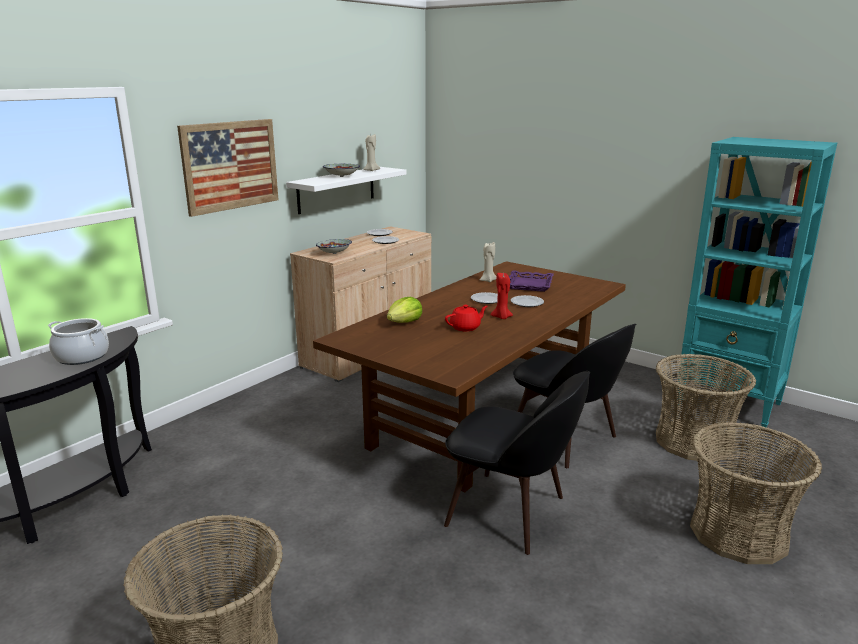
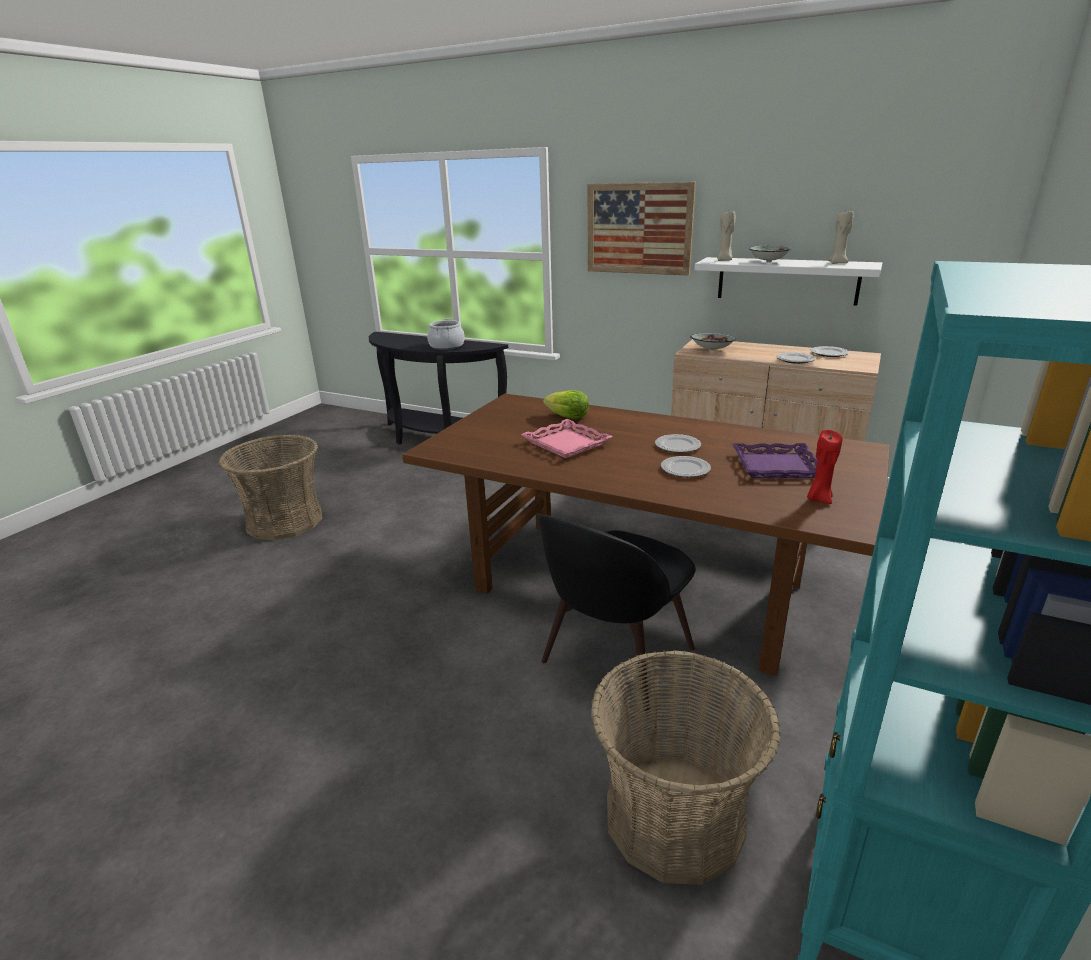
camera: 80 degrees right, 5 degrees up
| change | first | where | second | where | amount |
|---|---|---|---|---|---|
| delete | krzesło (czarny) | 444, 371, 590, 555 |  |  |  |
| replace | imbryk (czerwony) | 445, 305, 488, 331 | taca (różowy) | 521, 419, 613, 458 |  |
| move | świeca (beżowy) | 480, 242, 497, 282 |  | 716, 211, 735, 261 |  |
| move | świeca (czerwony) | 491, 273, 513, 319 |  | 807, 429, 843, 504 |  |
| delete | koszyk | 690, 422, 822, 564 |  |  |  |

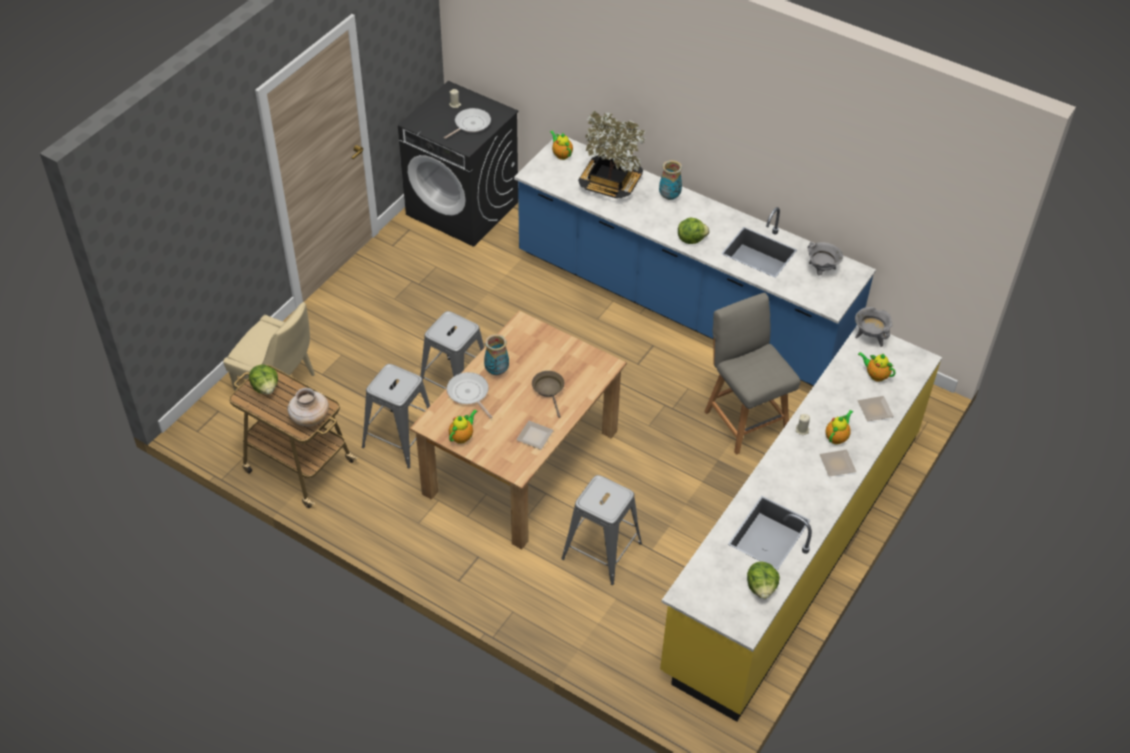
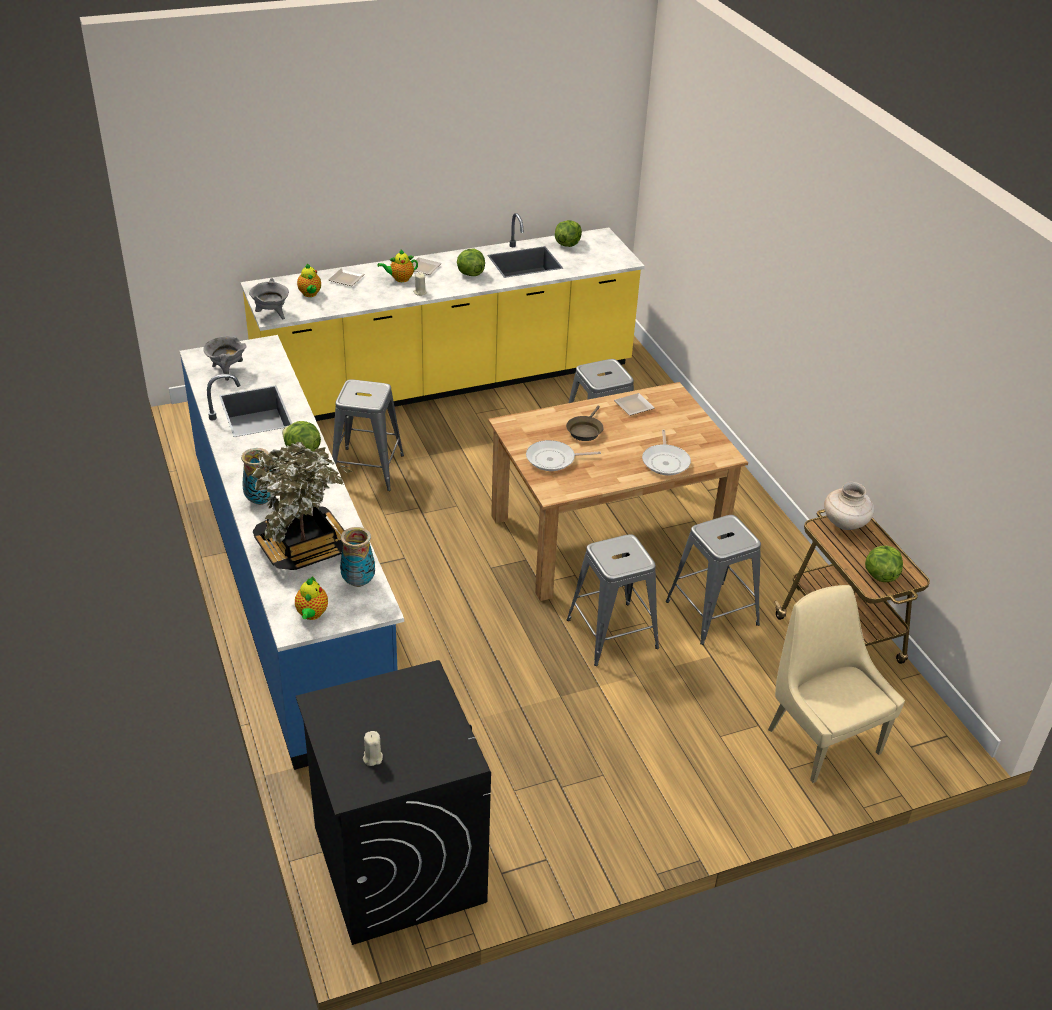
camera: 145 degrees left, 10 degrees down
| change | first | where | second | where | amount |
|---|---|---|---|---|---|
| move | patelnia | 444, 108, 491, 139 |  | 526, 440, 601, 471 |  |
| delete | imbryk | 449, 409, 477, 444 |  |  |  |
| move | wazon | 484, 334, 509, 375 |  | 340, 527, 375, 587 |  |
| replace | krzesło (szary) | 704, 293, 801, 454 | stołek (szary) | 332, 379, 404, 491 |  |
| insert |  |  | sałata | 457, 249, 485, 276 |  |

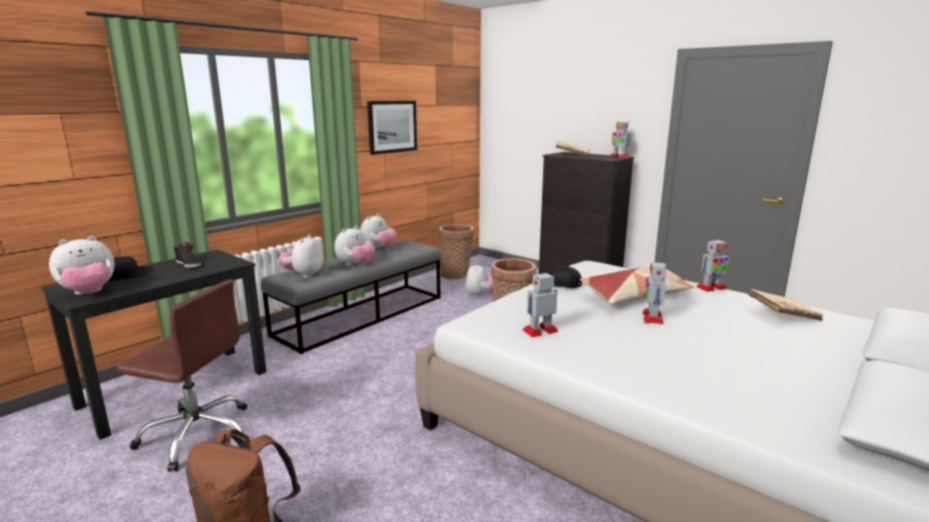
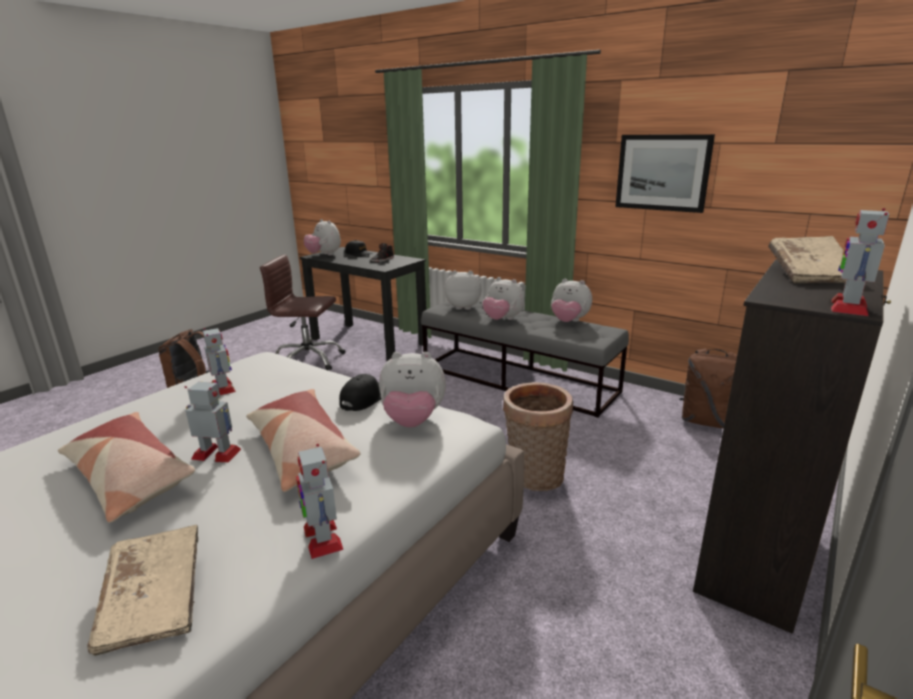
camera: 85 degrees right, 5 degrees up
| change | first | where | second | where | amount |
|---|---|---|---|---|---|
| rotate | krzesło biurowe (brązowy) | 116, 279, 249, 472 |  | 260, 254, 346, 370 | 90 degrees clockwise |
| replace | koszyk | 438, 224, 474, 279 | plecak (brązowy) | 680, 348, 737, 429 |  |
| move | pluszak | 465, 263, 493, 298 |  | 379, 352, 446, 428 |  |
| insert |  |  | poduszka | 58, 412, 195, 523 |  |

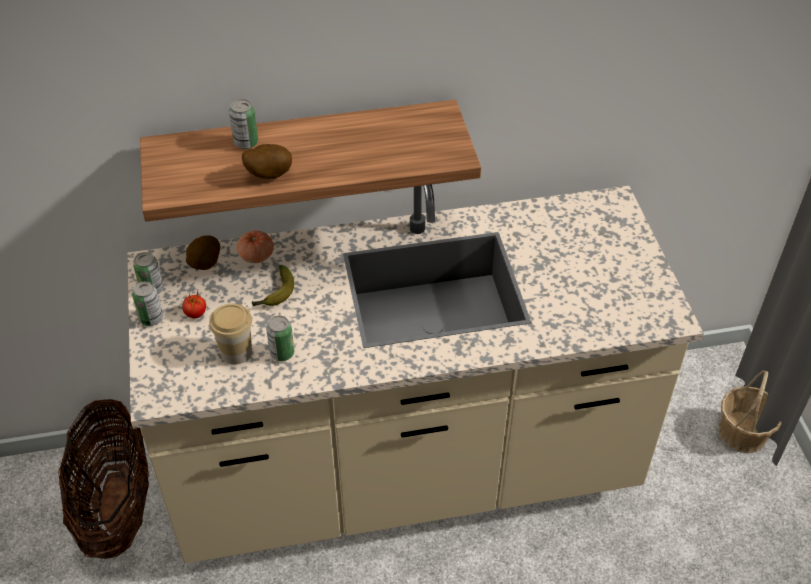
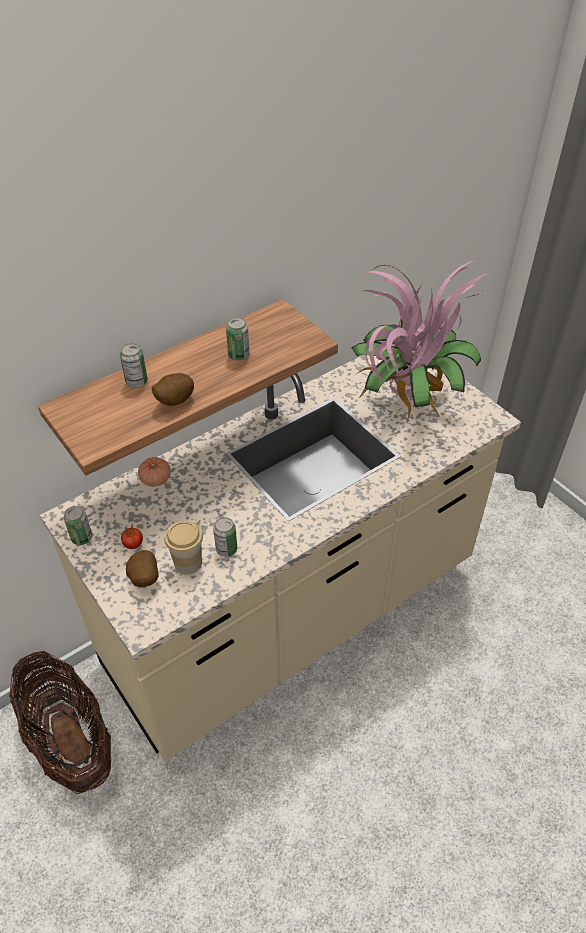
camera: 25 degrees left, 0 degrees up
| change | first | where | second | where | amount |
|---|---|---|---|---|---|
| move | puszka | 132, 281, 163, 326 |  | 226, 317, 250, 361 |  |
| move | ziemniak | 186, 235, 220, 270 |  | 126, 550, 159, 587 |  |
| delete | banan | 252, 265, 294, 306 |  |  |  |
| delete | koszyk | 719, 370, 782, 453 |  |  |  |
| insert |  |  | roślina doniczkowa | 351, 260, 490, 421 |  |

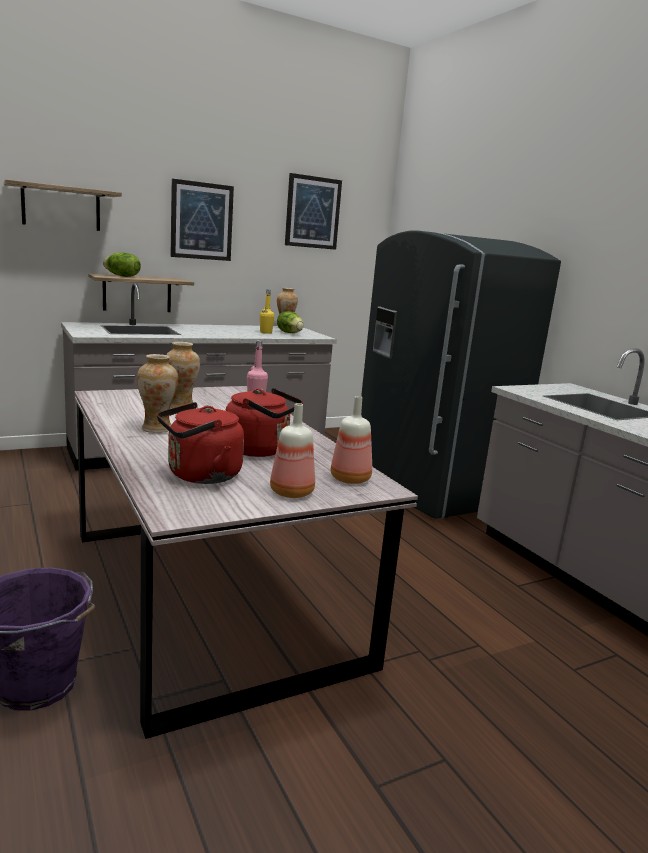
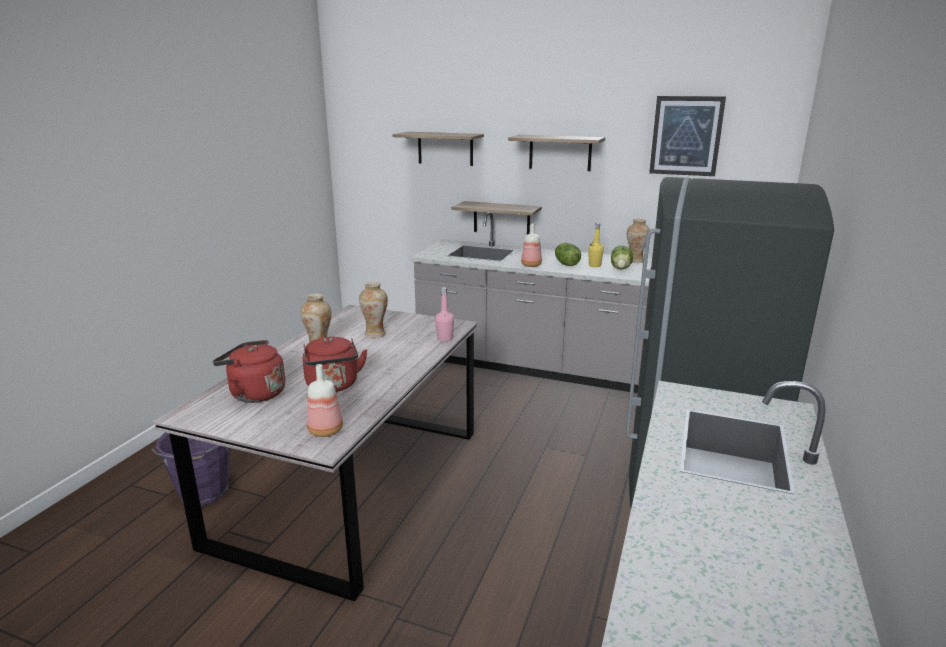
camera: 50 degrees right, 5 degrees up
| change | first | where | second | where | amount |
|---|---|---|---|---|---|
| move | sałata | 103, 252, 141, 277 |  | 555, 243, 581, 266 |  |
| replace | obraz | 170, 179, 234, 261 | półka | 508, 135, 605, 171 |  |
| move | butelka | 270, 403, 315, 498 |  | 521, 223, 542, 267 |  |

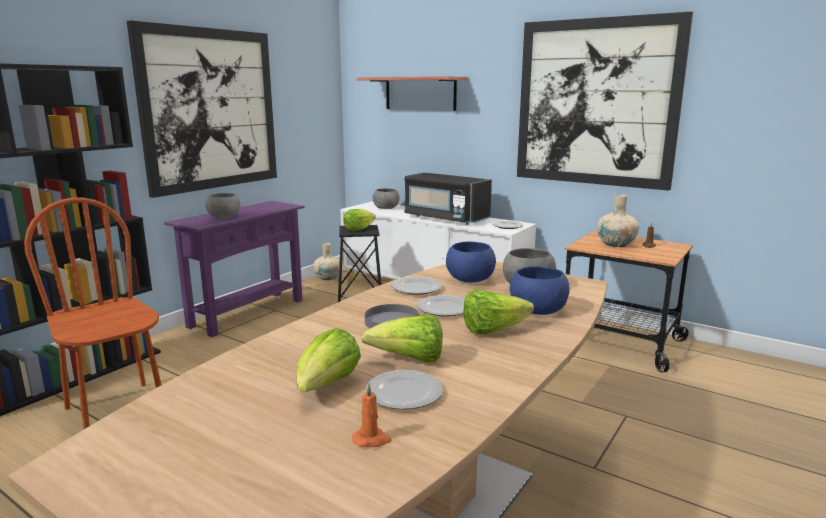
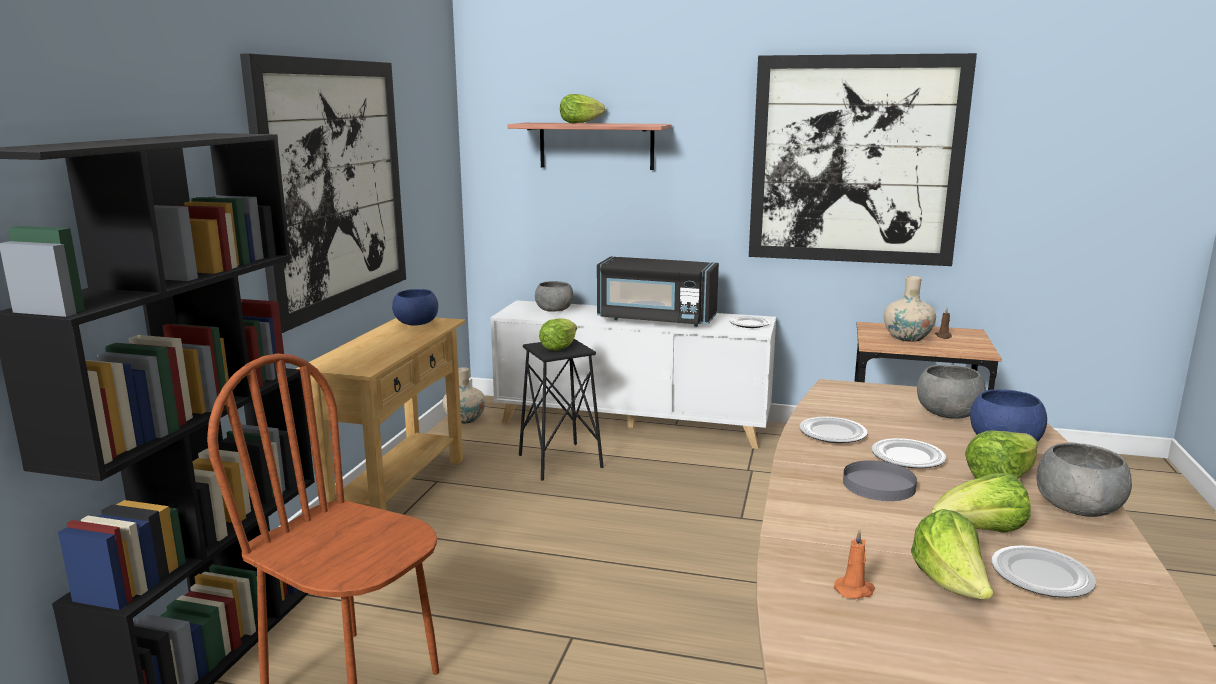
camera: 20 degrees left, 0 degrees up
| change | first | where | second | where | amount |
|---|---|---|---|---|---|
| recolor | stolik konsolowy (fioletowy) | 164, 201, 304, 337 | stolik konsolowy (beżowy) | 296, 317, 465, 510 |  |
| move | miska (szary) | 205, 193, 241, 219 |  | 1036, 443, 1132, 517 |  |
| move | świeca (pomarańczowy) | 352, 383, 392, 447 |  | 834, 529, 875, 599 |  |
| move | miska (niebieski) | 446, 241, 496, 283 |  | 392, 289, 438, 326 |  |
| insert |  |  | sałata | 560, 94, 605, 123 |  |

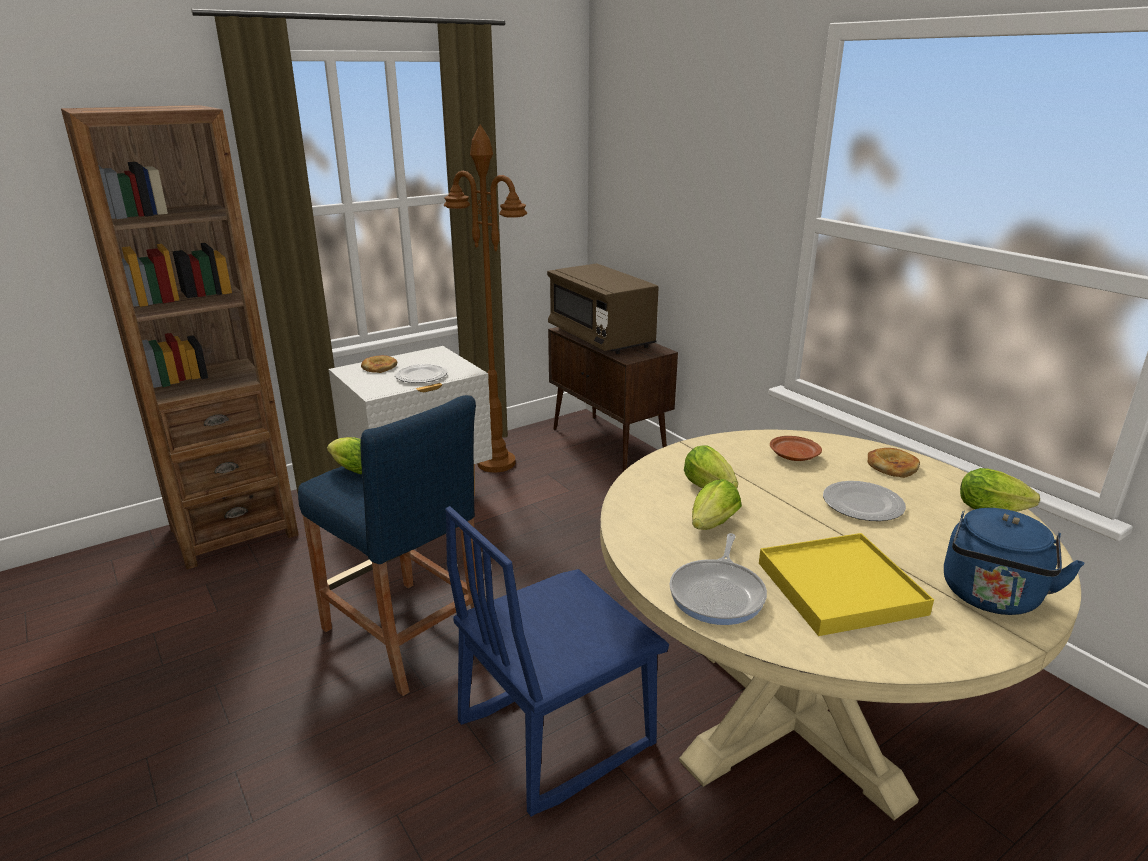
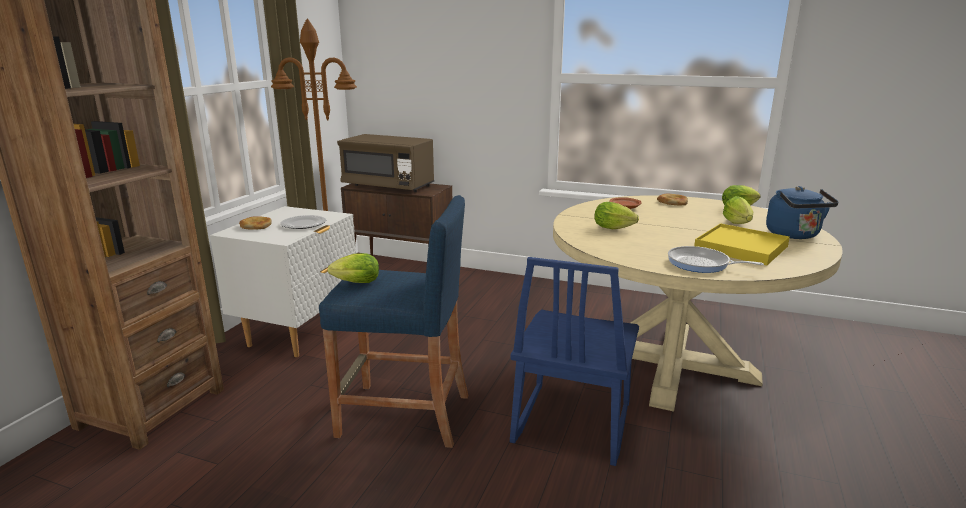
camera: 35 degrees left, 5 degrees down
| change | first | where | second | where | amount |
|---|---|---|---|---|---|
| rotate | patelnia | 669, 533, 767, 625 |  | 668, 246, 764, 273 | 135 degrees clockwise |
| move | sałata | 692, 479, 742, 530 |  | 723, 196, 753, 224 |  |
| delete | talerz | 823, 481, 906, 521 |  |  |  |

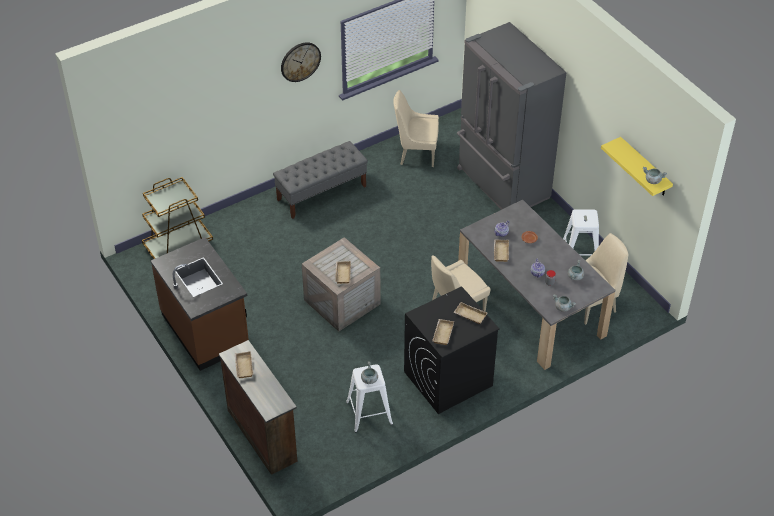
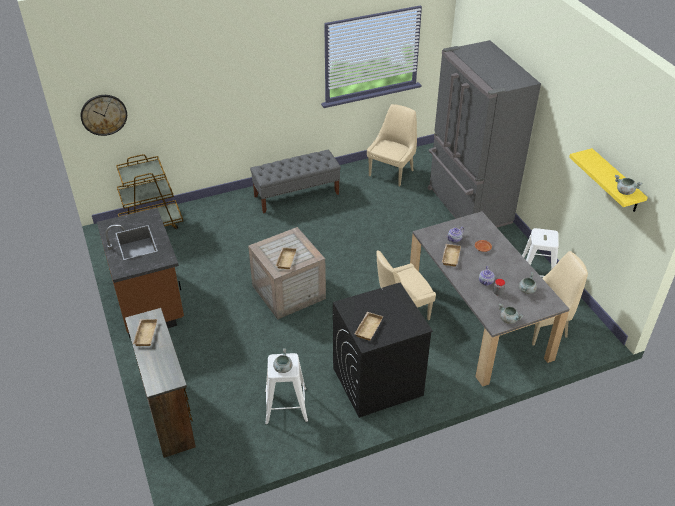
camera: 10 degrees right, 5 degrees down
| change | first | where | second | where | amount |
|---|---|---|---|---|---|
| move | zegar ścienny | 281, 43, 321, 82 |  | 81, 95, 127, 136 |  |
| rotate | krzesło (beżowy) | 393, 90, 439, 167 |  | 367, 104, 417, 186 | 105 degrees clockwise |
| delete | taca (beżowy) | 454, 302, 488, 324 |  |  |  |

